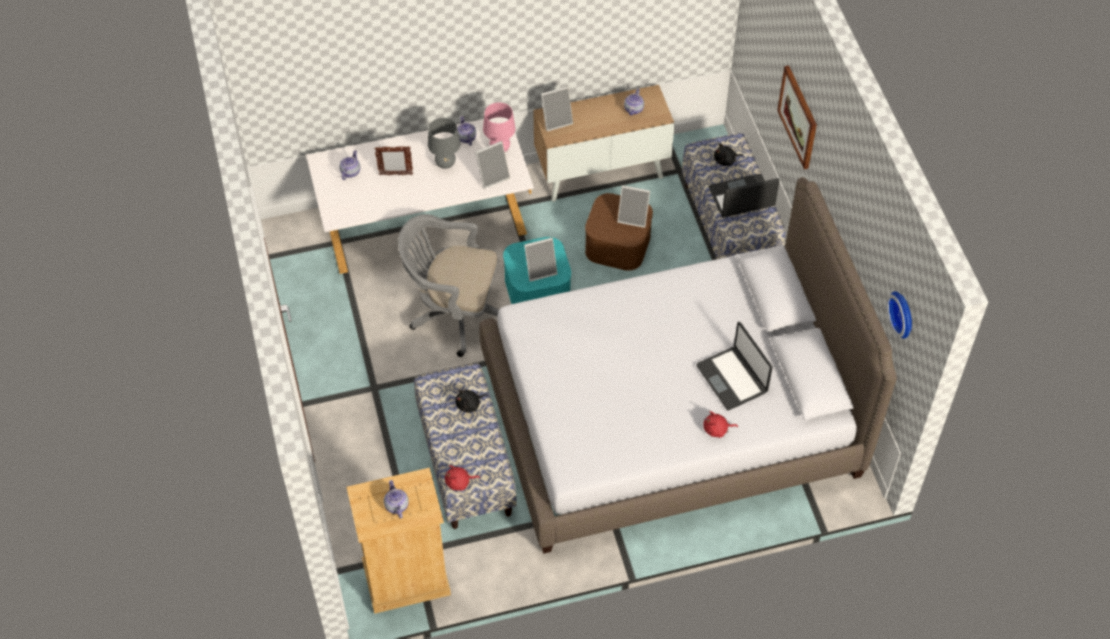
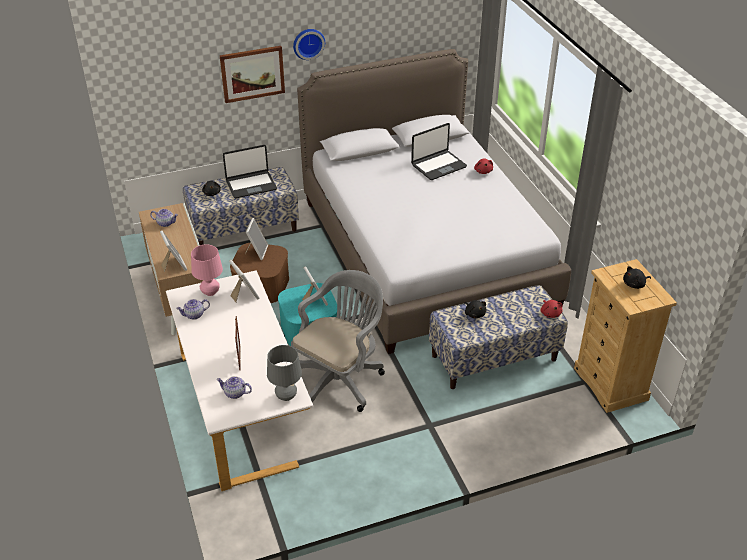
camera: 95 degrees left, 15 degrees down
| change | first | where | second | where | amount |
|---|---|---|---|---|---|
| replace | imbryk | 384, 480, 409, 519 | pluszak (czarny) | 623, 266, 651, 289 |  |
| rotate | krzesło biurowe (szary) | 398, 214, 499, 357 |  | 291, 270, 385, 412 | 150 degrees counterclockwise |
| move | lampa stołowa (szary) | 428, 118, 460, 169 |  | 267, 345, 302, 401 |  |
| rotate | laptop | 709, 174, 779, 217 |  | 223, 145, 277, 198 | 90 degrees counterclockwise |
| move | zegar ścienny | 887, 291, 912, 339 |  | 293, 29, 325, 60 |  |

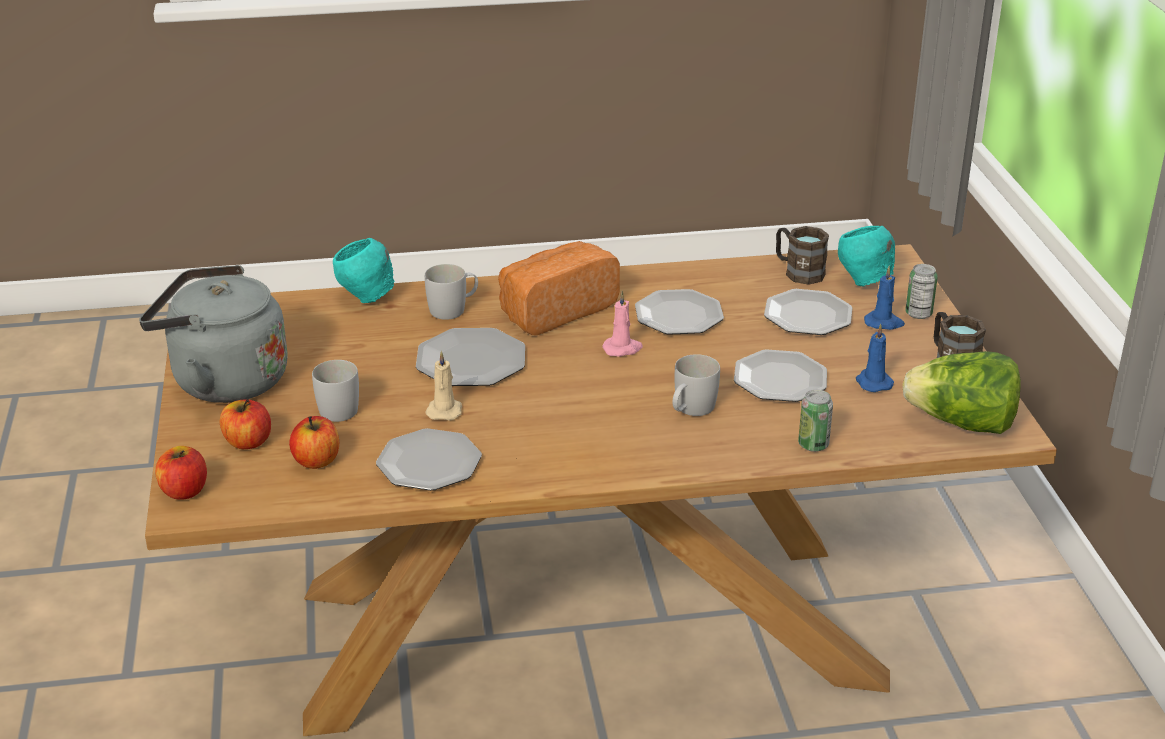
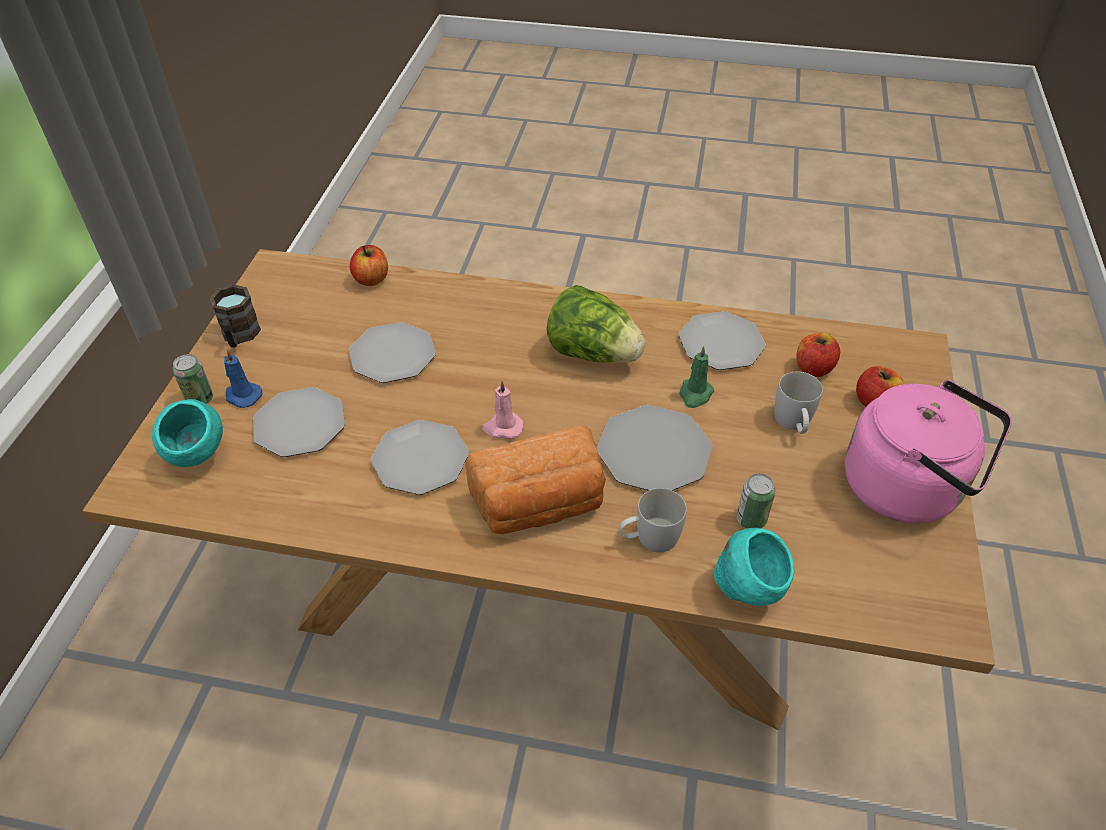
camera: 160 degrees left, 15 degrees up
| change | first | where | second | where | amount |
|---|---|---|---|---|---|
| recolor | czajnik (szary) | 139, 265, 288, 403 | czajnik (różowy) | 845, 380, 1012, 523 |  |
| move | jabłko | 155, 446, 207, 500 |  | 350, 245, 388, 286 |  |
| recolor | świeca (beżowy) | 425, 351, 462, 421 | świeca (zielony) | 679, 346, 714, 408 |  |
| delete | kubek (biały) | 673, 354, 720, 416 |  |  |  |
| delete | kubek (brązowy) | 776, 226, 829, 285 |  |  |  |
| move | puszka | 798, 390, 833, 452 |  | 736, 474, 776, 528 |  |
| delete | świeca (niebieski) | 856, 324, 894, 392 |  |  |  |
| move | sałata | 902, 351, 1021, 434 |  | 546, 285, 646, 363 |  |

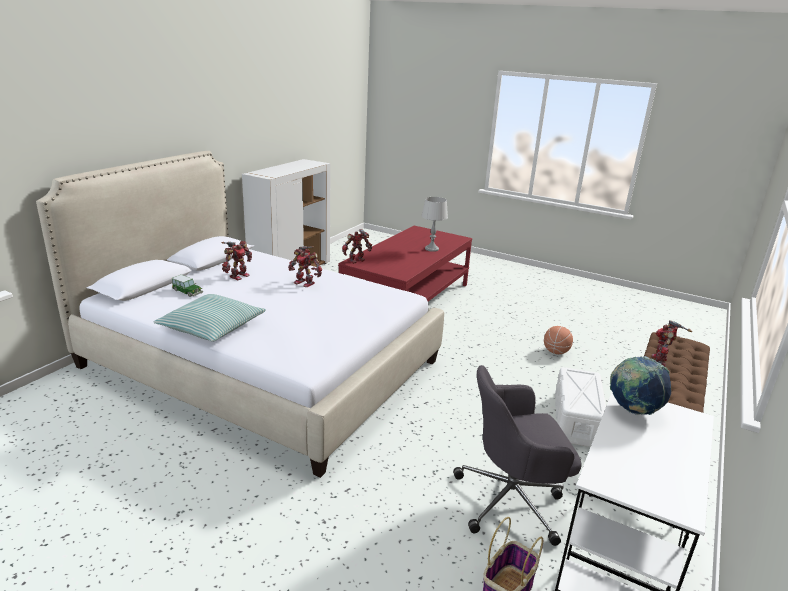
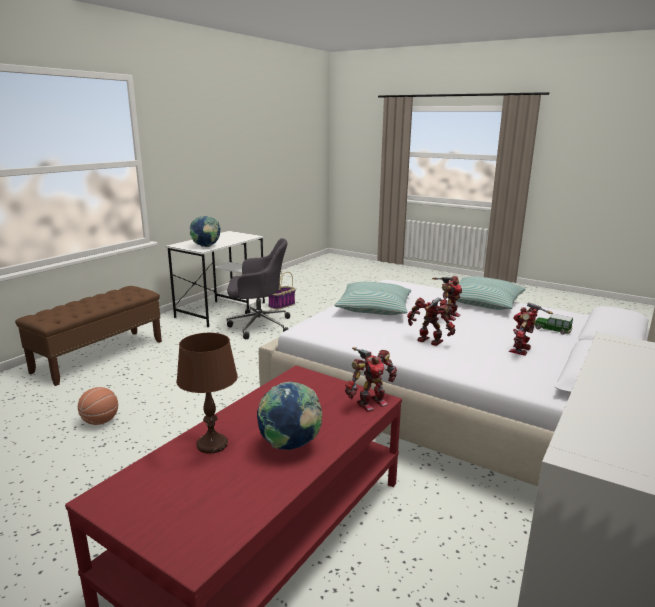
camera: 175 degrees left, 5 degrees down
| change | first | where | second | where | amount |
|---|---|---|---|---|---|
| recolor | lampa stołowa (szary) | 421, 197, 448, 252 | lampa stołowa (brązowy) | 176, 333, 238, 454 |  |
| delete | pojemnik do przechowywania (biały) | 555, 367, 606, 447 |  |  |  |
| move | robot zabawkowy | 651, 320, 692, 366 |  | 432, 276, 462, 321 |  |
| insert |  |  | globus | 257, 382, 322, 450 |  |
| insert |  |  | poduszka | 334, 282, 411, 315 |  |

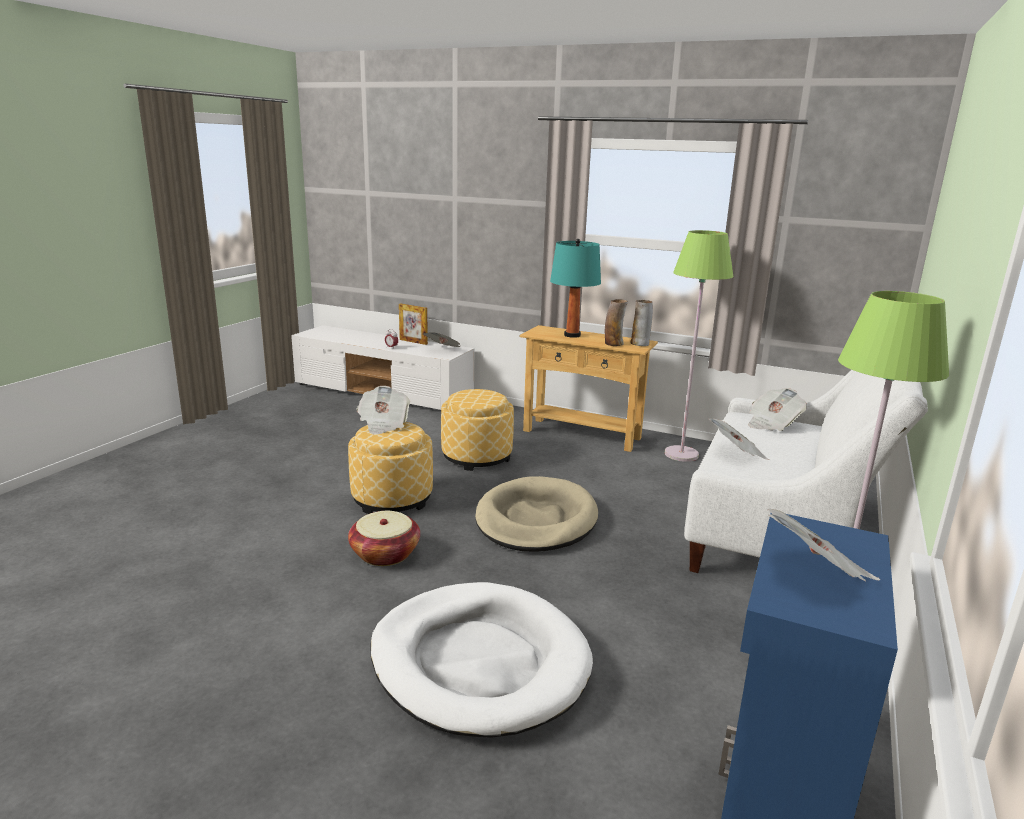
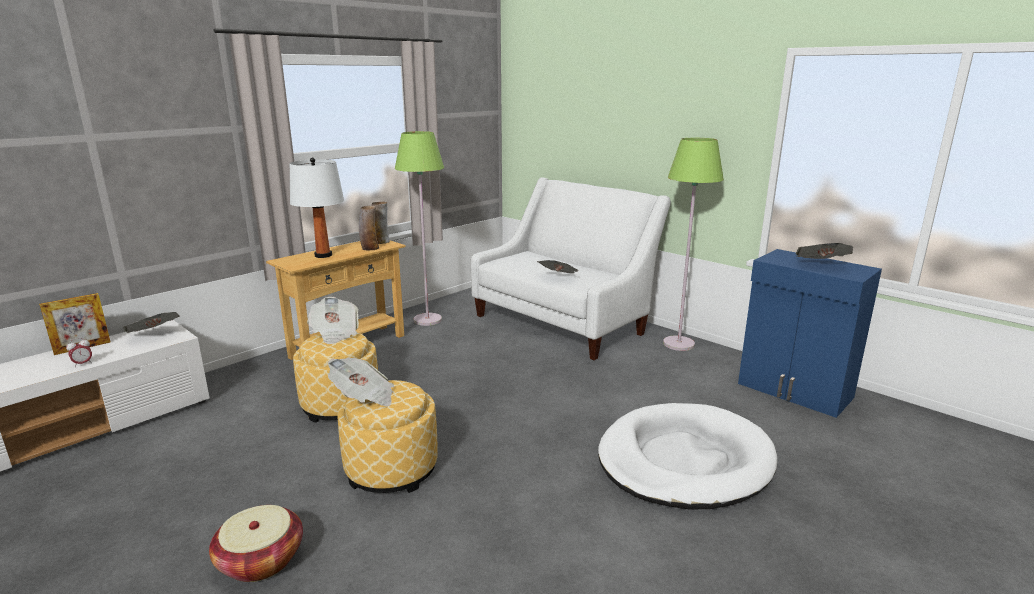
camera: 70 degrees left, 0 degrees up
| change | first | where | second | where | amount |
|---|---|---|---|---|---|
| move | koszyk | 348, 511, 420, 566 |  | 209, 505, 303, 582 |  |
| delete | legowisko (beżowy) | 475, 476, 598, 552 |  |  |  |
| recolor | lampa stołowa (turkusowy) | 550, 239, 601, 338 | lampa stołowa (biały) | 289, 157, 344, 258 |  |
| move | gazeta | 748, 388, 807, 431 |  | 307, 297, 359, 344 |  |

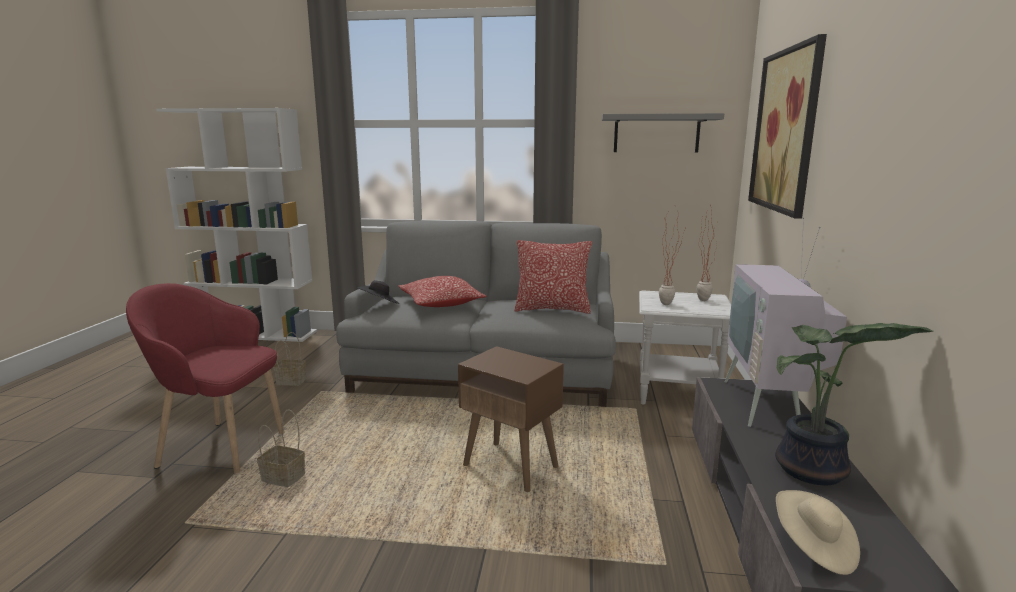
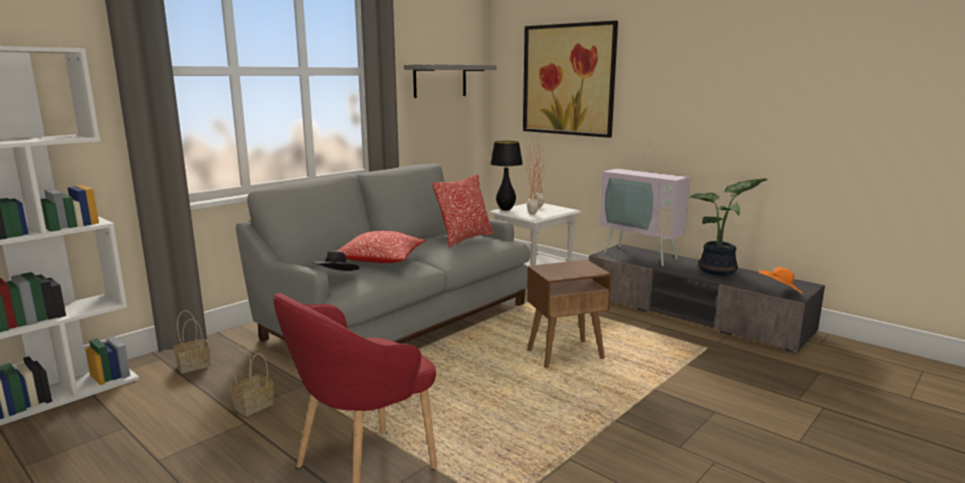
camera: 55 degrees left, 0 degrees up
| change | first | where | second | where | amount |
|---|---|---|---|---|---|
| move | koszyk | 257, 409, 305, 487 |  | 174, 310, 211, 373 |  |
| recolor | kapelusz (beżowy) | 776, 490, 860, 575 | kapelusz (pomarańczowy) | 758, 267, 804, 294 |  |
| insert |  |  | lampa stołowa (czarny) | 490, 141, 523, 211 |  |

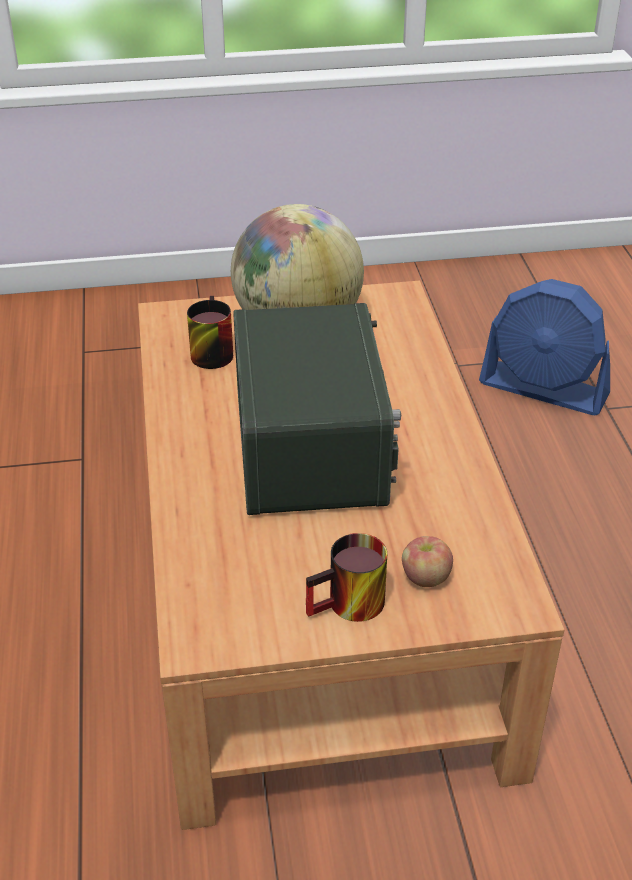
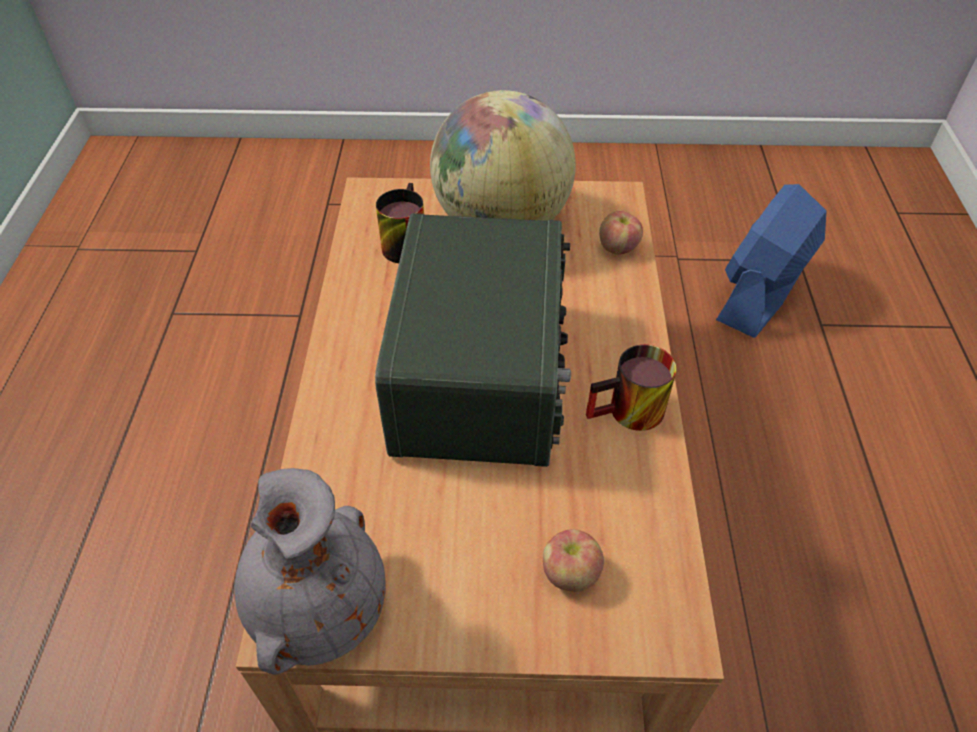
camera: 10 degrees right, 10 degrees up
| change | first | where | second | where | amount |
|---|---|---|---|---|---|
| move | kubek | 306, 533, 387, 622 |  | 586, 344, 677, 431 |  |
| rotate | wentylator (niebieski) | 479, 279, 610, 415 |  | 716, 184, 826, 338 | 90 degrees clockwise |
| insert |  |  | wazon (szary) | 235, 468, 386, 675 |  |
| insert |  |  | jabłko | 599, 211, 643, 255 |  |

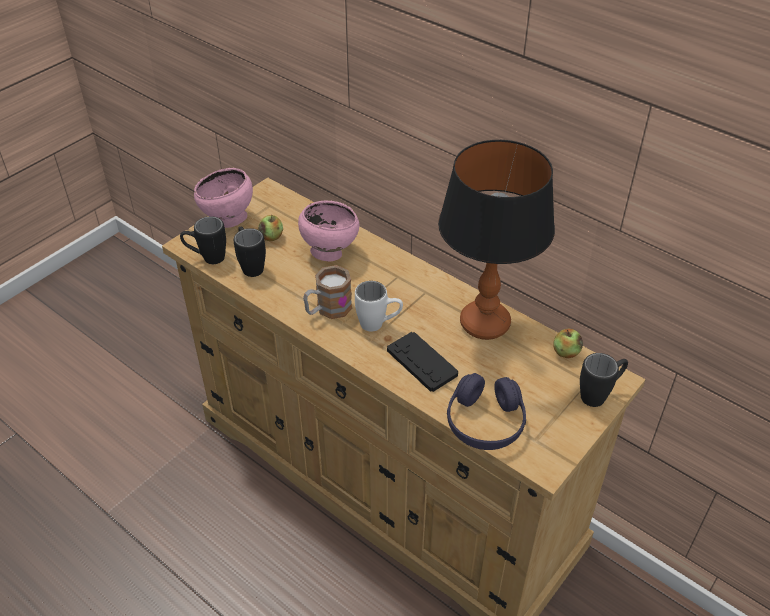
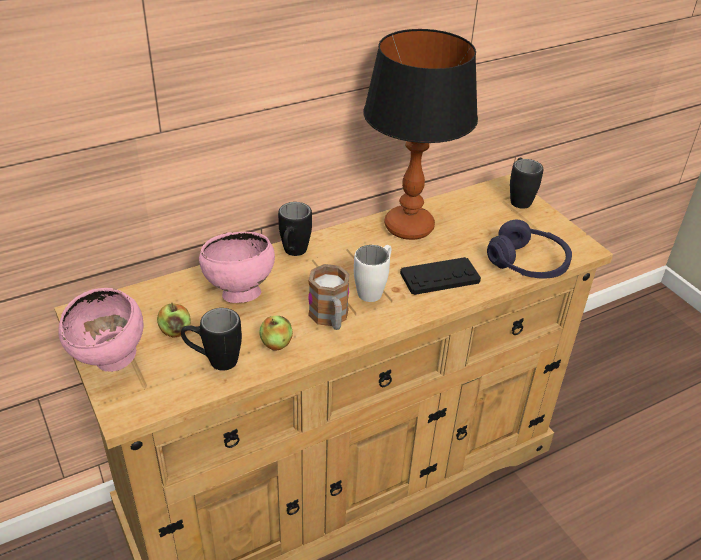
camera: 70 degrees left, 5 degrees down
| change | first | where | second | where | amount |
|---|---|---|---|---|---|
| move | kubek (czarny) | 180, 216, 226, 264 |  | 278, 202, 312, 256 |  |
| move | jabłko | 553, 328, 583, 358 |  | 259, 316, 293, 351 |  |

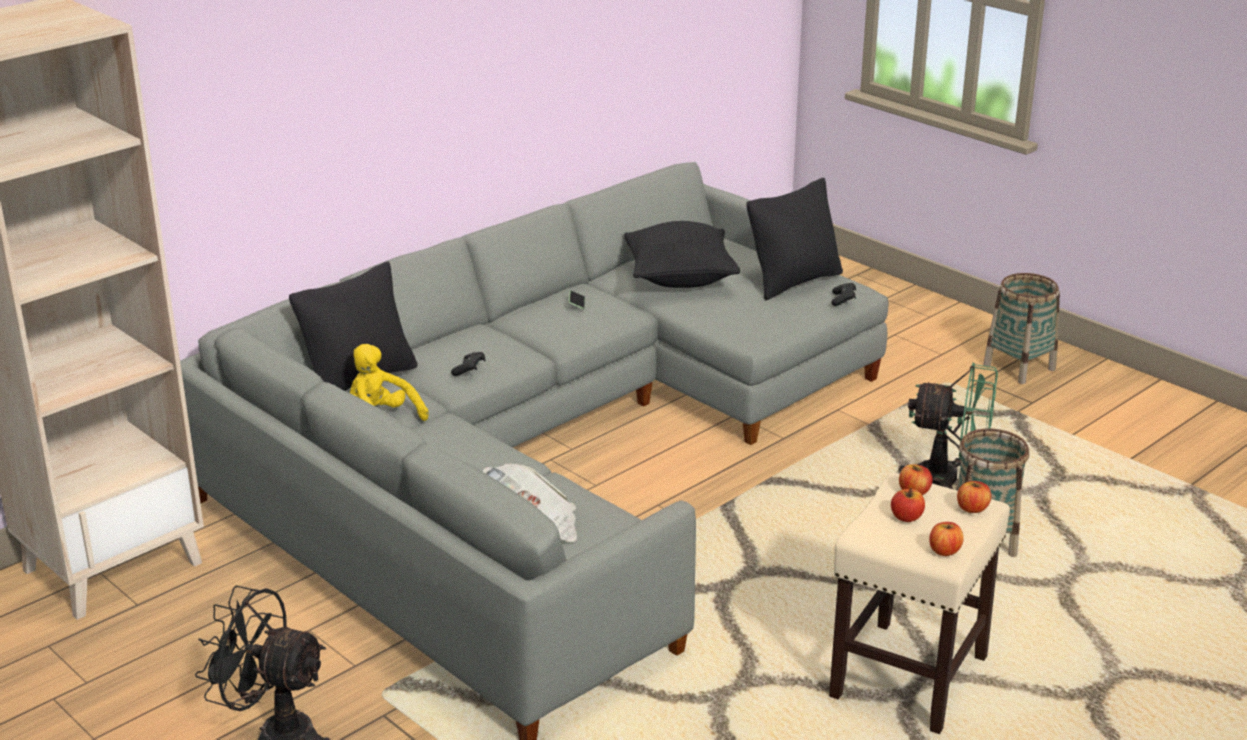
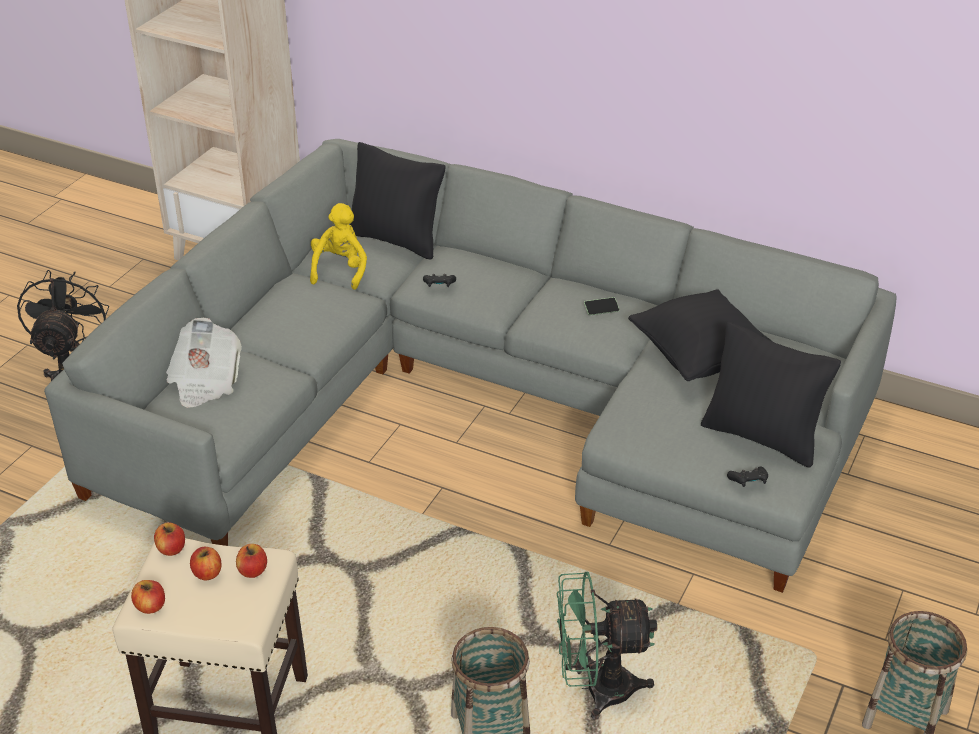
camera: 70 degrees right, 10 degrees up
| change | first | where | second | where | amount |
|---|---|---|---|---|---|
| rotate | wentylator (zielony) | 899, 363, 998, 489 |  | 557, 572, 657, 720 | 90 degrees clockwise |
| move | jabłko | 957, 481, 991, 513 |  | 154, 522, 185, 556 |  |

